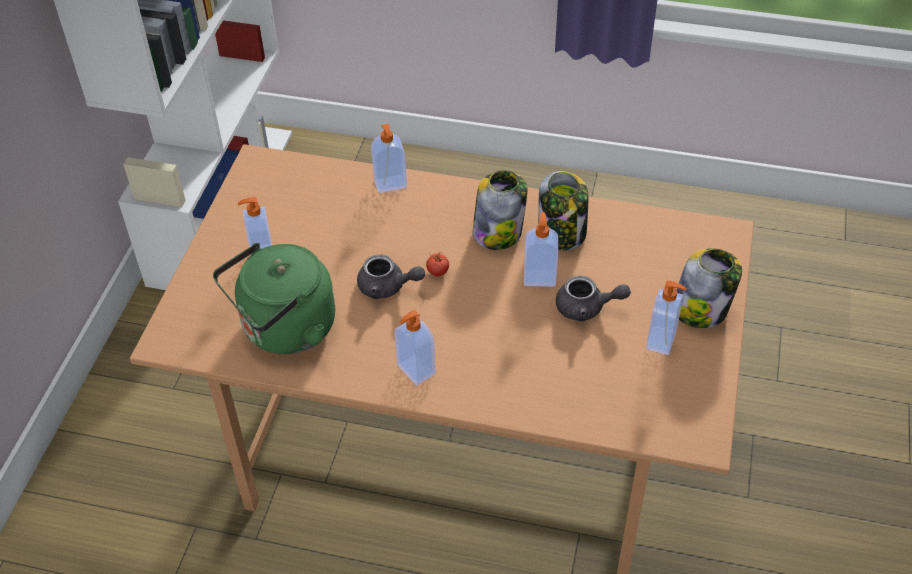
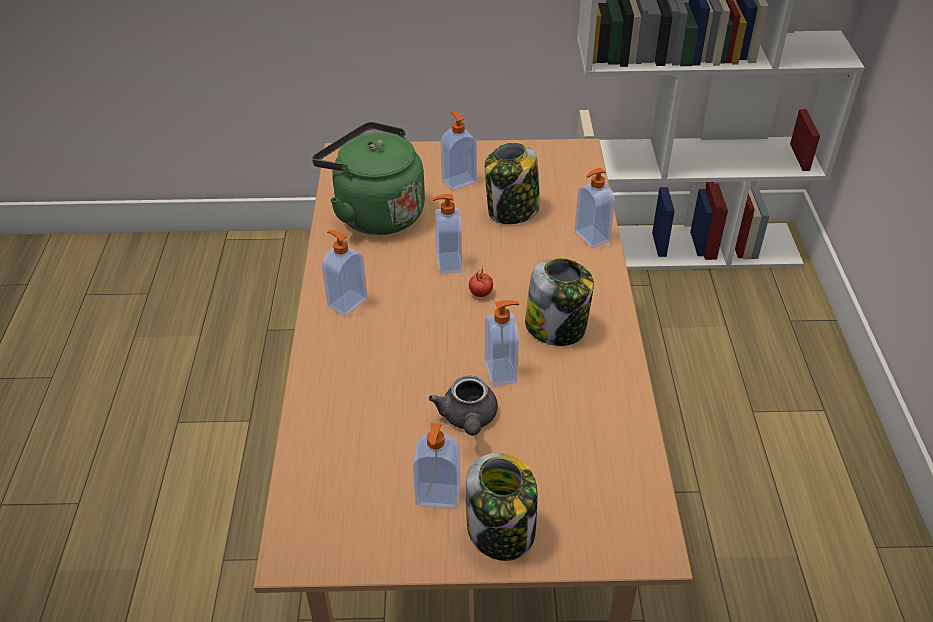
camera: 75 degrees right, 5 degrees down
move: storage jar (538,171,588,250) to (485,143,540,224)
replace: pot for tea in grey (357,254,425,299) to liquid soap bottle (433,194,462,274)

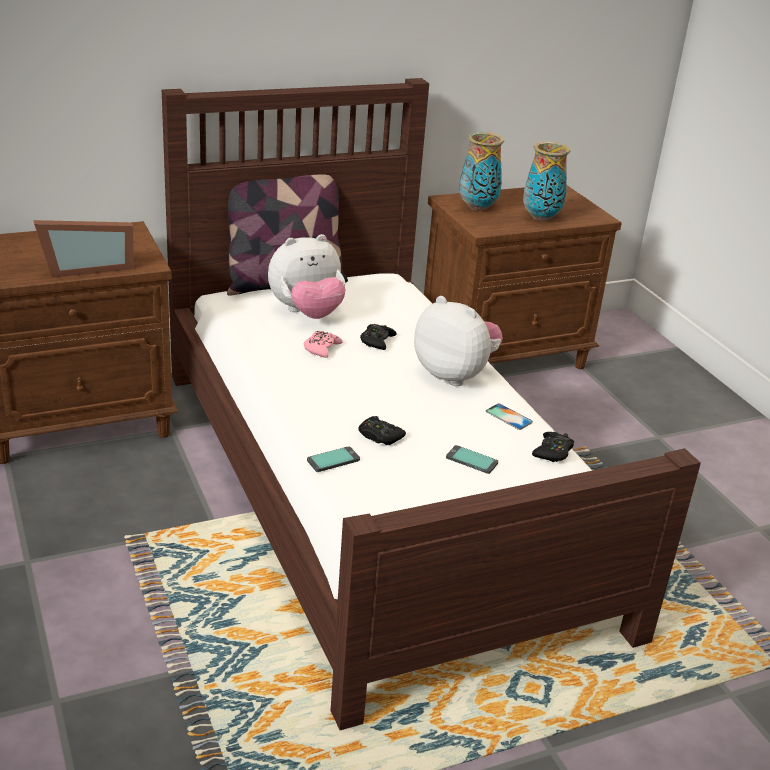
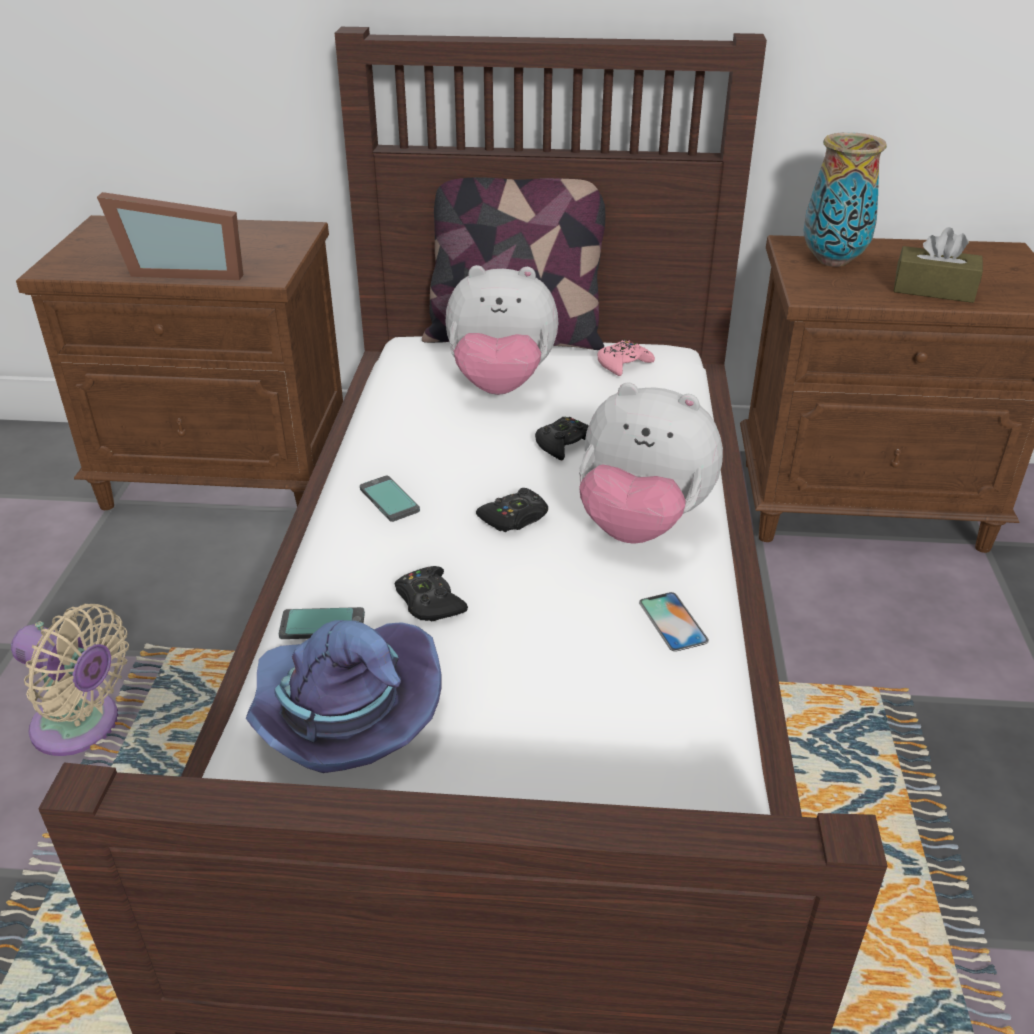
camera: 30 degrees right, 5 degrees up
insert: fan in beige-coloured (11,604,129,756); wearable hat in purple-coloured (246,620,441,773)
move: joypad in pink-coloured (304,331,343,358) to (597,340,655,376); handset (446,445,498,474) to (360,476,420,522); joypad in black (532,432,574,462) to (476,488,548,532)
replace: decorative vase (523,141,570,221) to tissue box in brown (894,227,983,303)
rotate: soft toy (414,296,503,386) = (579,382,723,544) 135 degrees clockwise

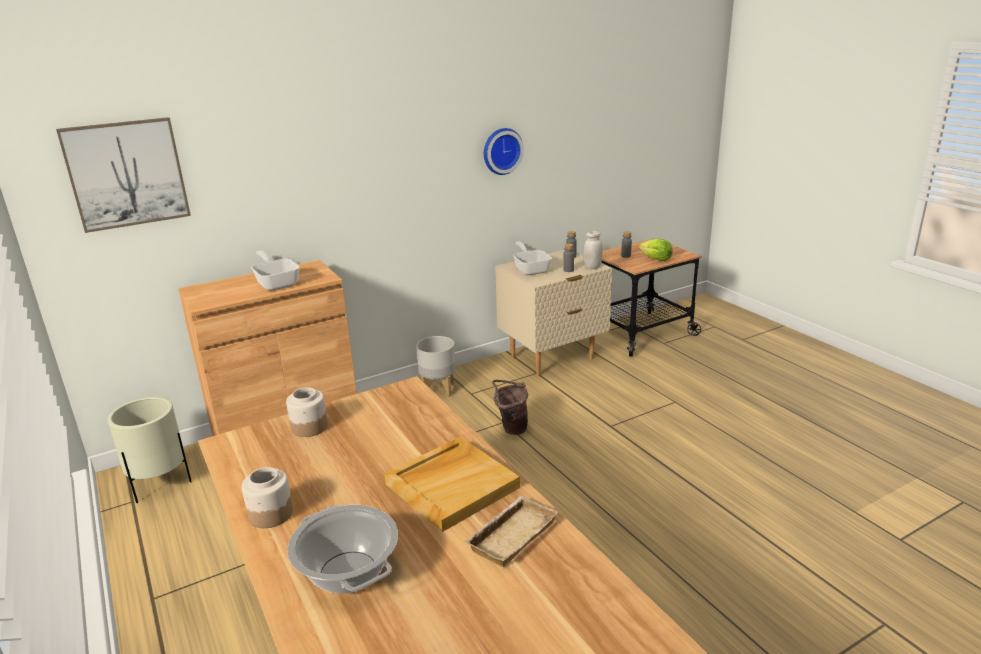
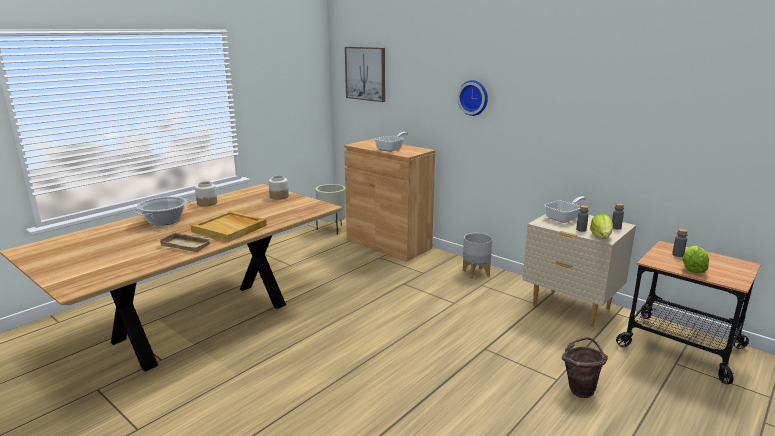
camera: 70 degrees right, 5 degrees down
move: wall clock (484,128,524,175) to (457,80,488,116); bucket in brown (492,380,528,435) to (562,337,608,398)
replace: storage jar in white-coloured (583,231,603,270) to lettuce head (590,214,613,239)

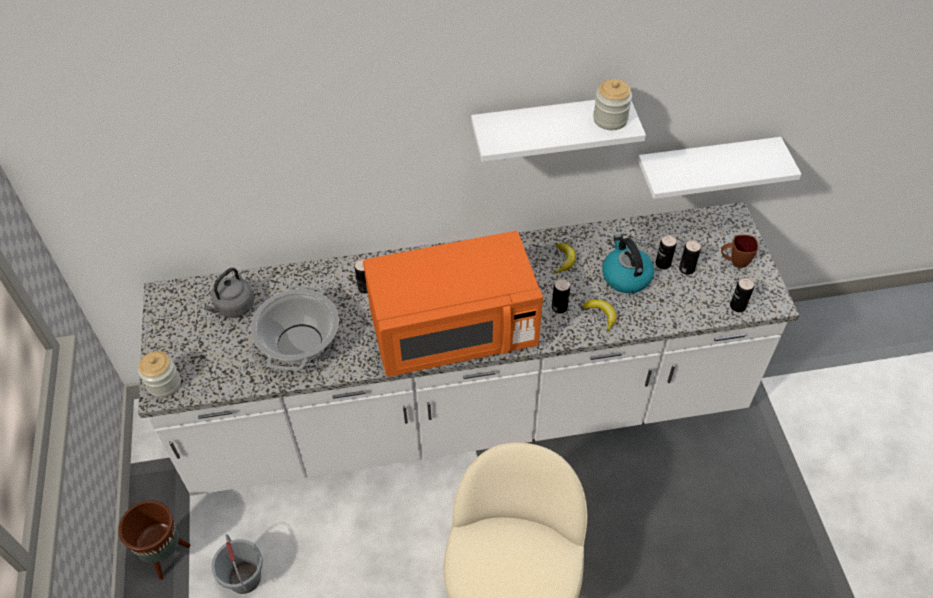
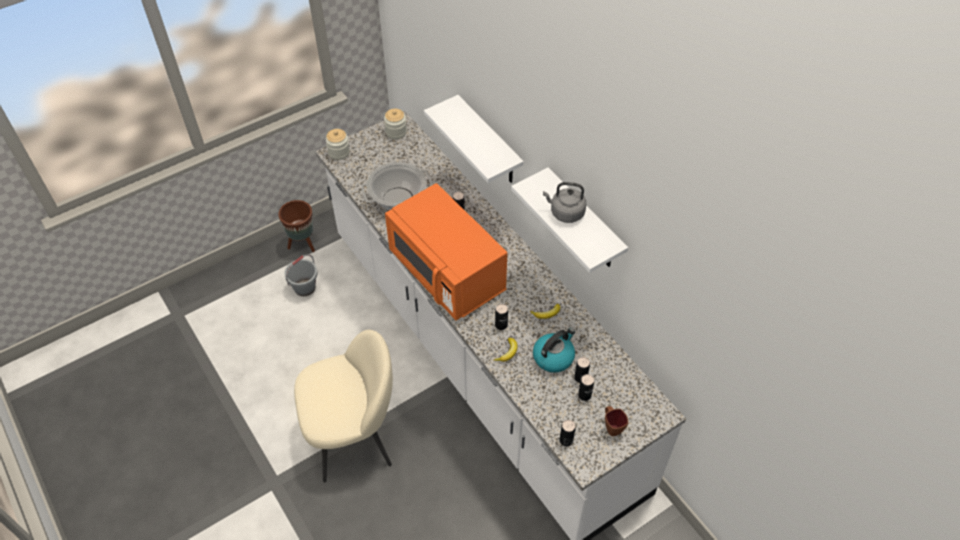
camera: 65 degrees right, 0 degrees up
move: tea kettle in grey (204,268,254,318) to (543,182,586,223); storage jar (593,79,632,130) to (384,109,407,139); shelf in white-coloured (638,137,802,199) to (424,95,524,183)

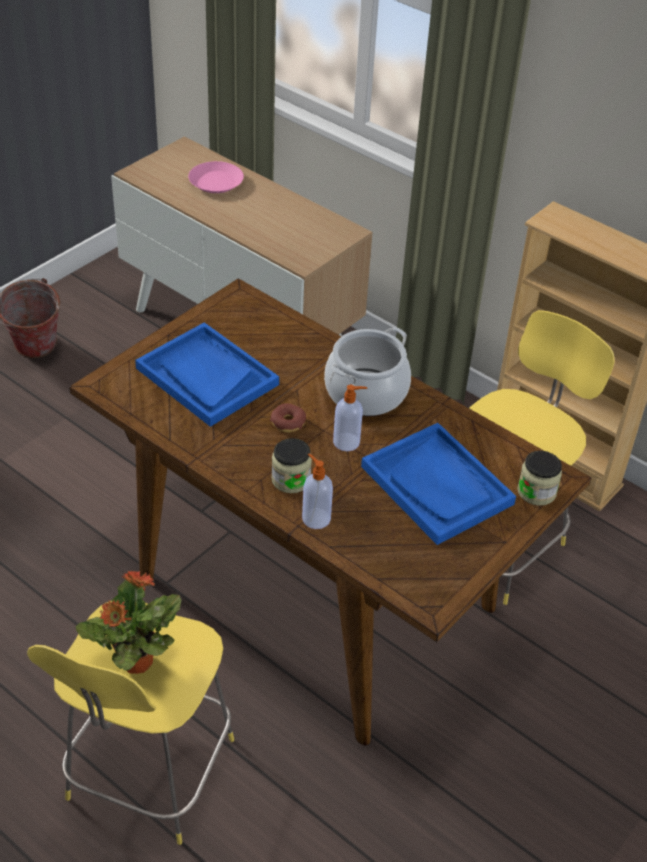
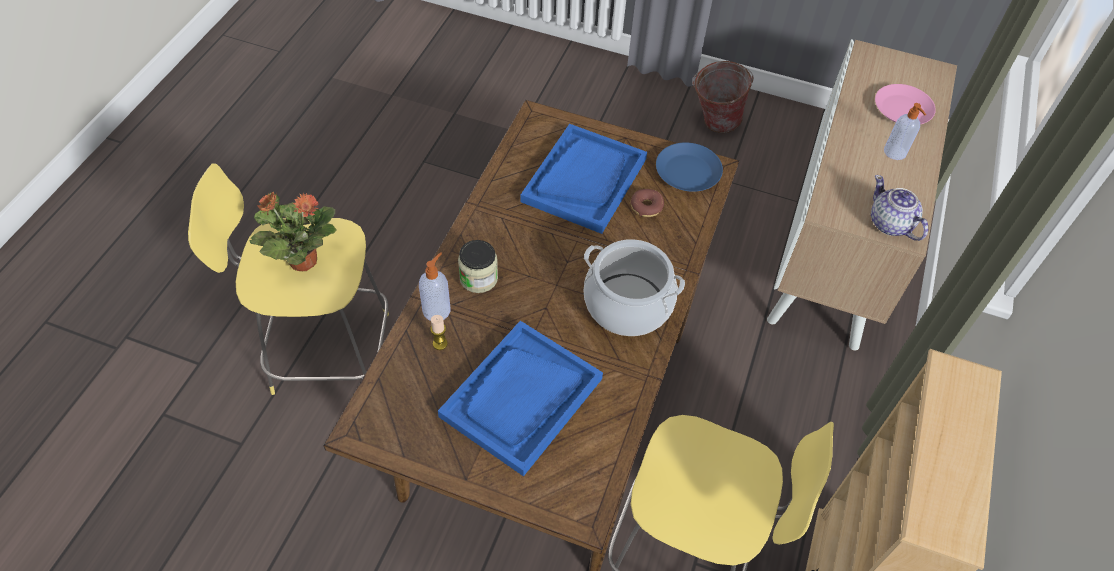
camera: 70 degrees right, 10 degrees up
delete: storage jar (517,451,562,506)
insert: wax light (430,315,448,350); flat dish in blue-coloured (656,142,723,192); pot for tea (871,175,928,241)
move: ring doughnut (270,403,306,433) to (630,189,664,217); liquid soap bottle (333,384,367,451) to (884,103,926,160)

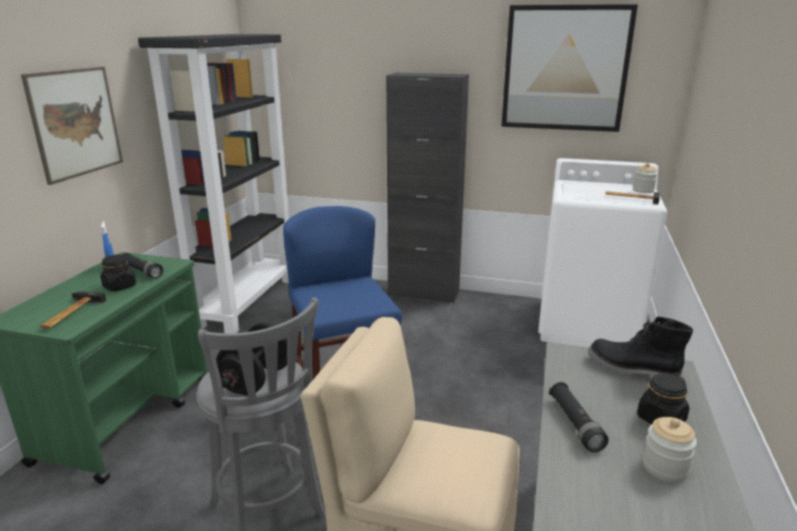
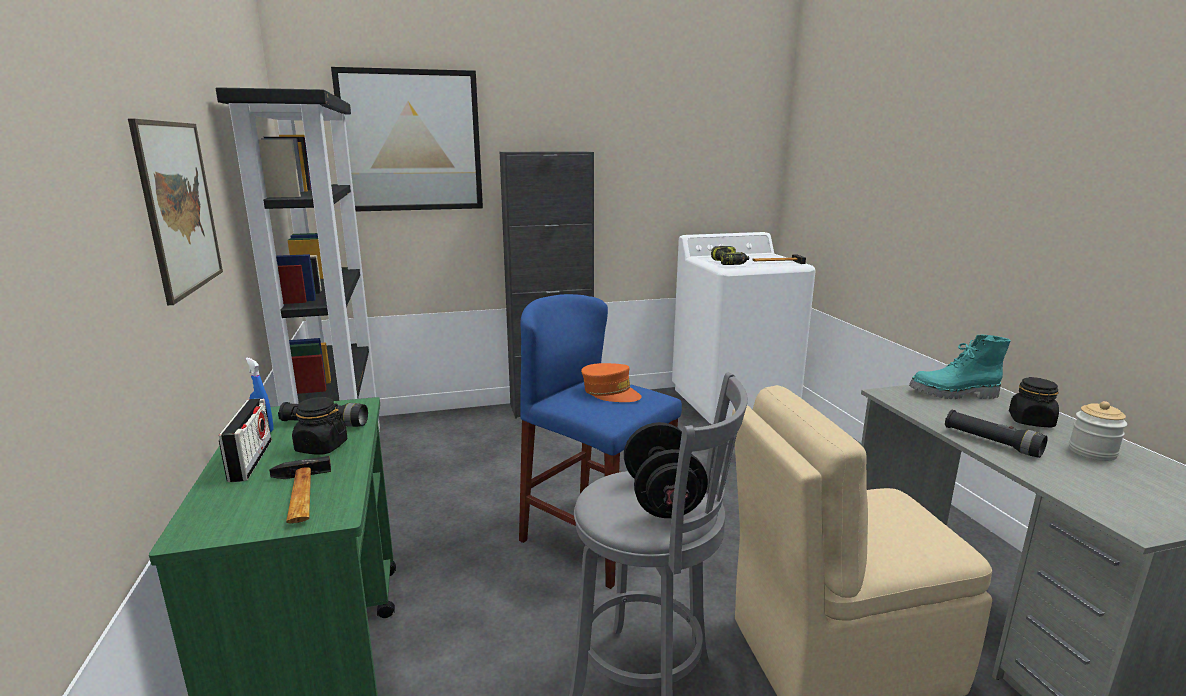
camera: 30 degrees left, 5 degrees down
delete: storage jar (633,163,658,193)
insert: radio (219,398,272,482); peaked cap in orange-coloured (581,363,642,402); electric drill (711,246,749,265)
move: picture (501,4,638,132) to (331,67,483,211)
recolor: high-top boot in black (588,317,693,379) to high-top boot in blue-green (909,335,1011,399)

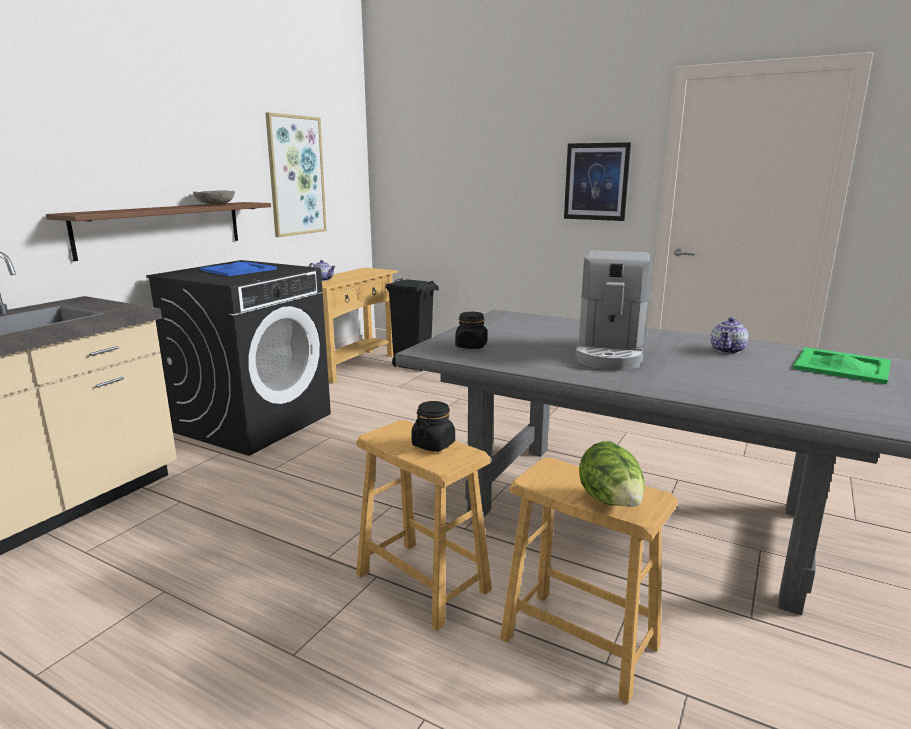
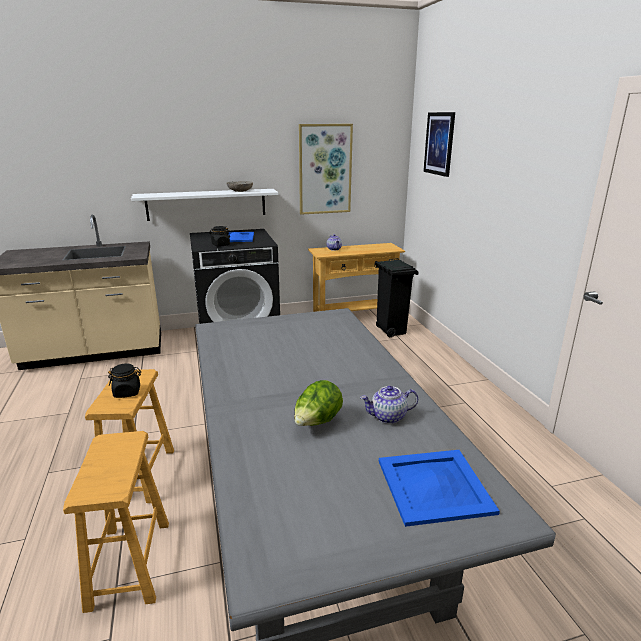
camera: 45 degrees right, 5 degrees up
delete: coffee maker (575,250,651,370)
move: storage jar in black (455,312,487,349) to (210,226,230,246); picture (564,142,631,221) to (423,112,455,177); lettuce head (579,441,645,507) to (294,380,343,426)
recolor: shelf in brown (46,202,271,261) to shelf in white-coloured (131,189,279,221); carrying tray in greenish (793,347,891,384) to carrying tray in blue-coloured (379,450,500,527)

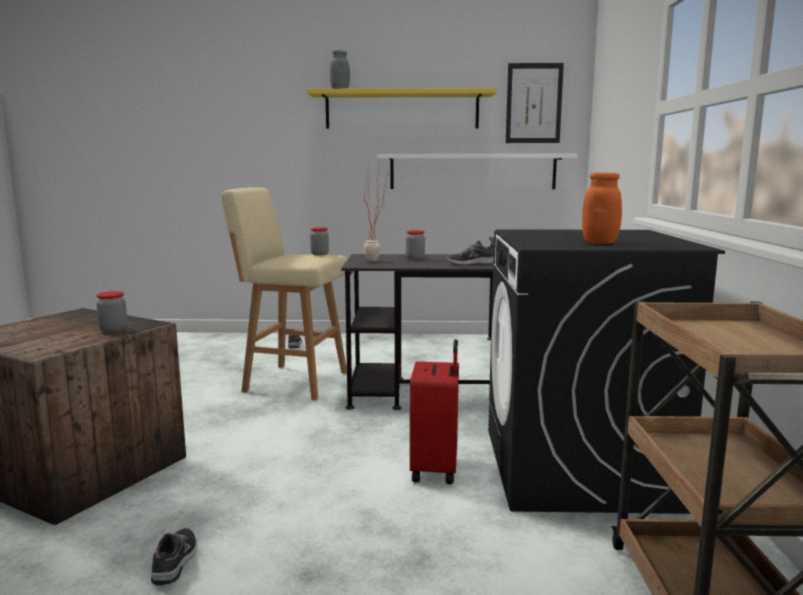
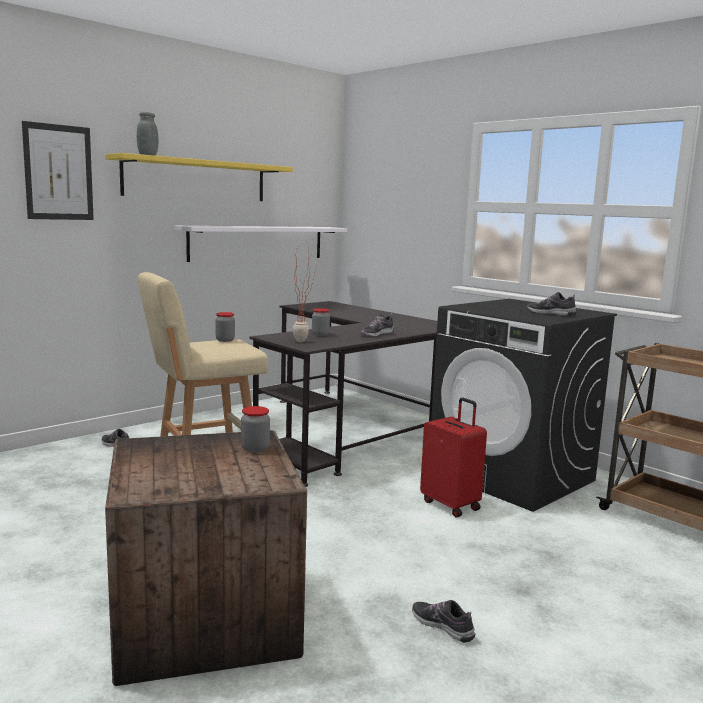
camera: 45 degrees left, 0 degrees up
move: picture (506,63,564,143) to (22,121,94,220)
replace: storage jar in orange-coloured (582,172,622,244) to item of footwear (527,292,577,316)

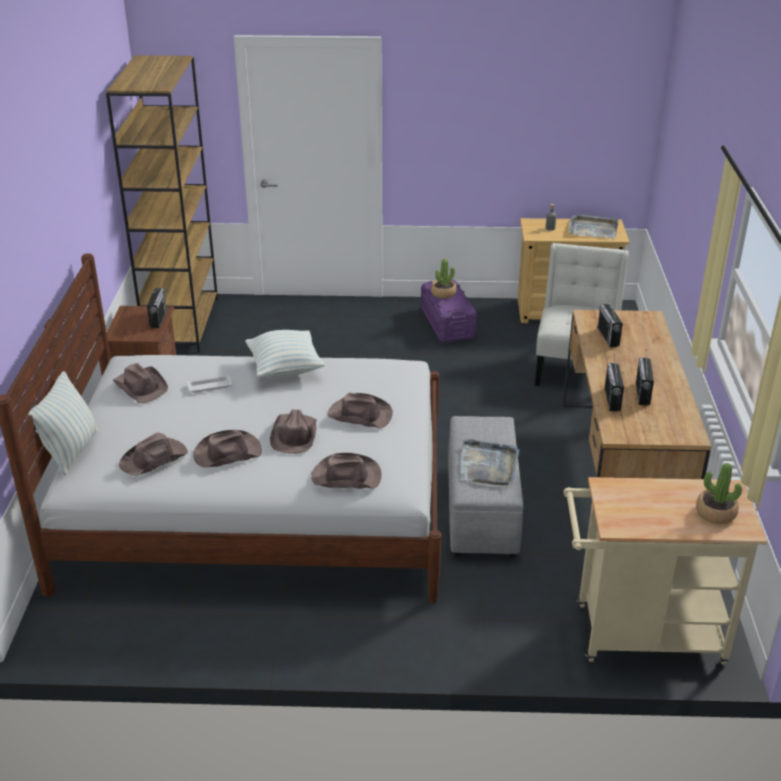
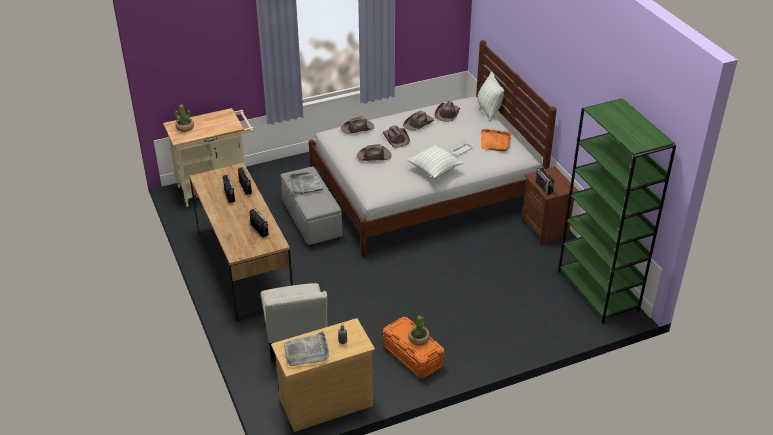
camera: 155 degrees right, 5 degrees up
replace: wearable hat in brown (113,363,168,403) to carrying tray in orange-coloured (481,129,512,151)
recolor: bookshelf in brown (106,55,218,353) to bookshelf in greenish (558,99,676,324); storage bin in purple-coloured (421,279,477,342) to storage bin in orange-coloured (383,317,444,379)

